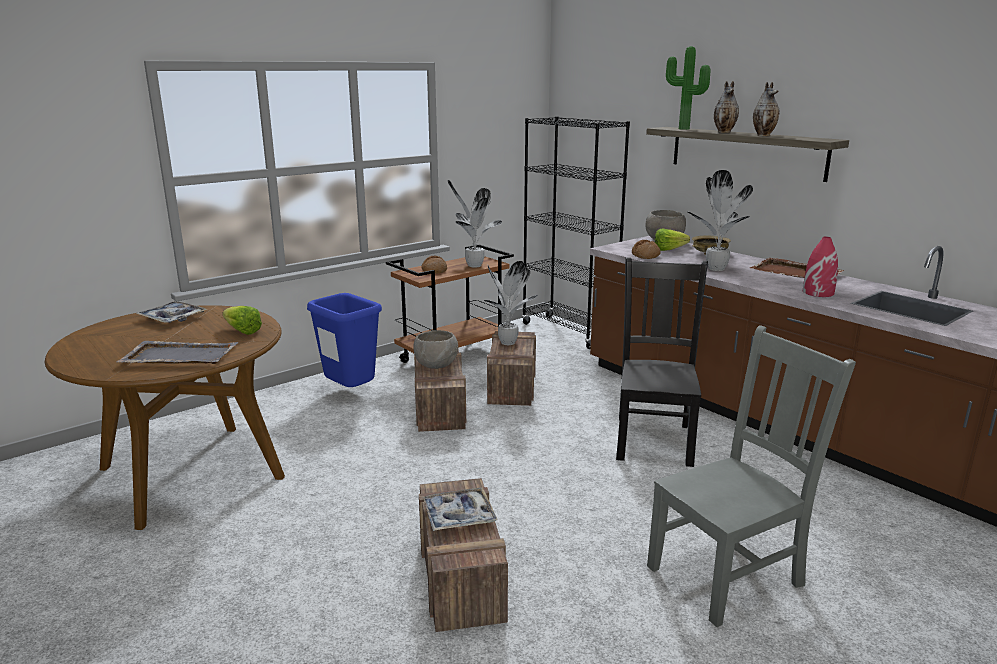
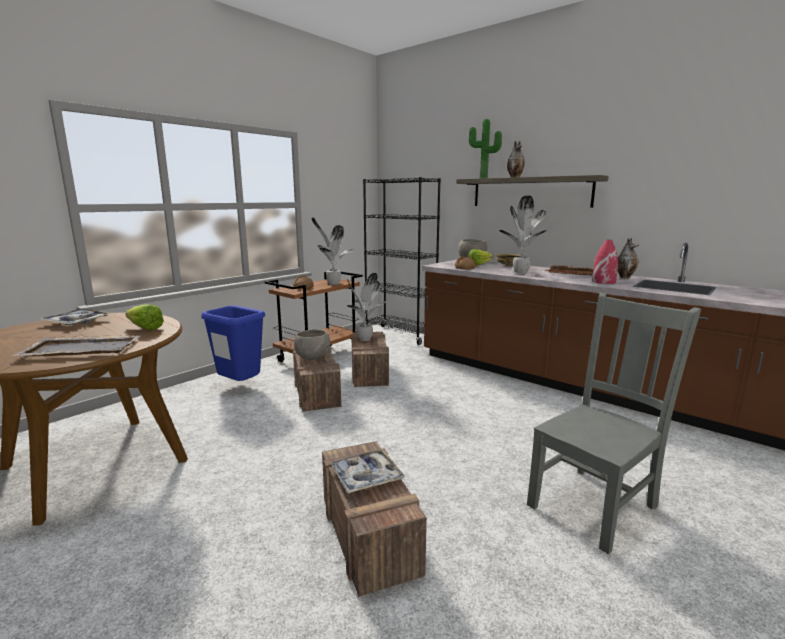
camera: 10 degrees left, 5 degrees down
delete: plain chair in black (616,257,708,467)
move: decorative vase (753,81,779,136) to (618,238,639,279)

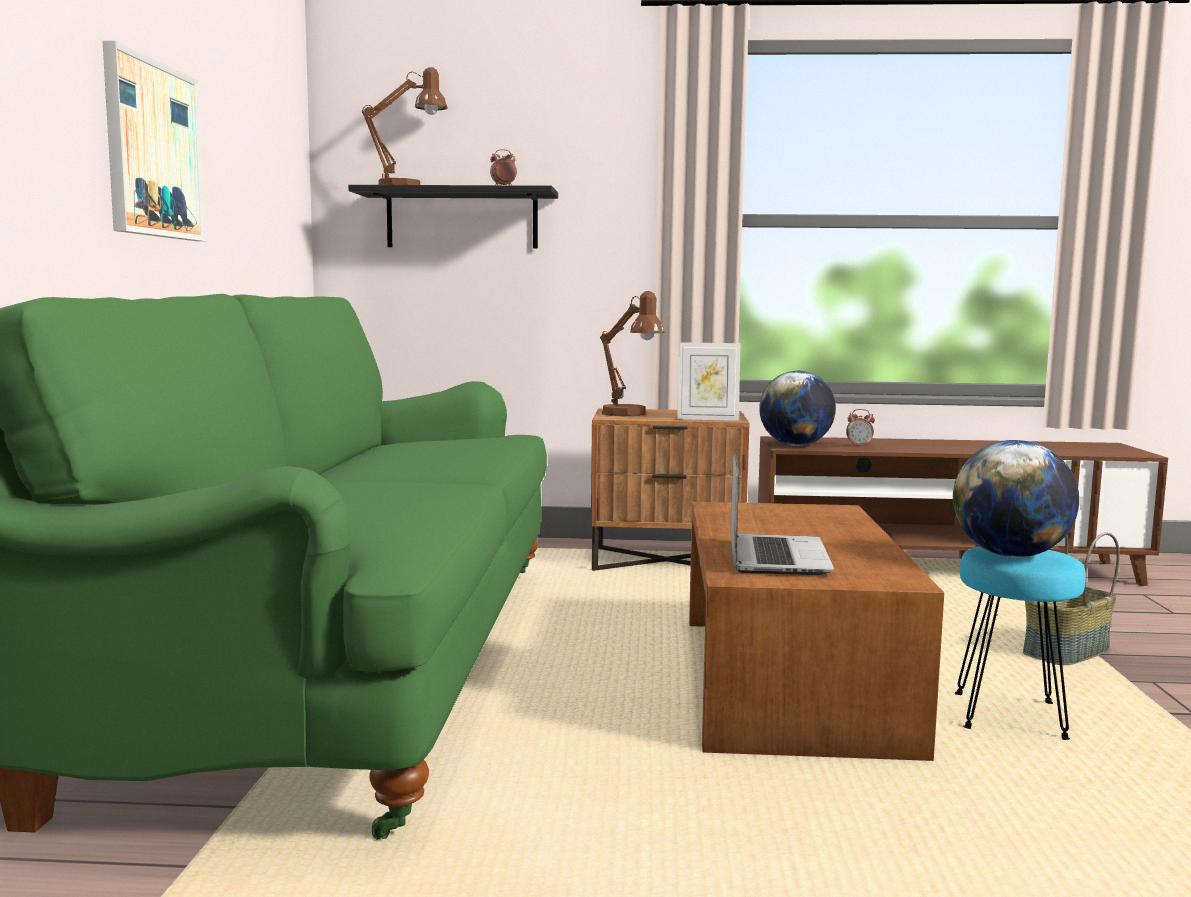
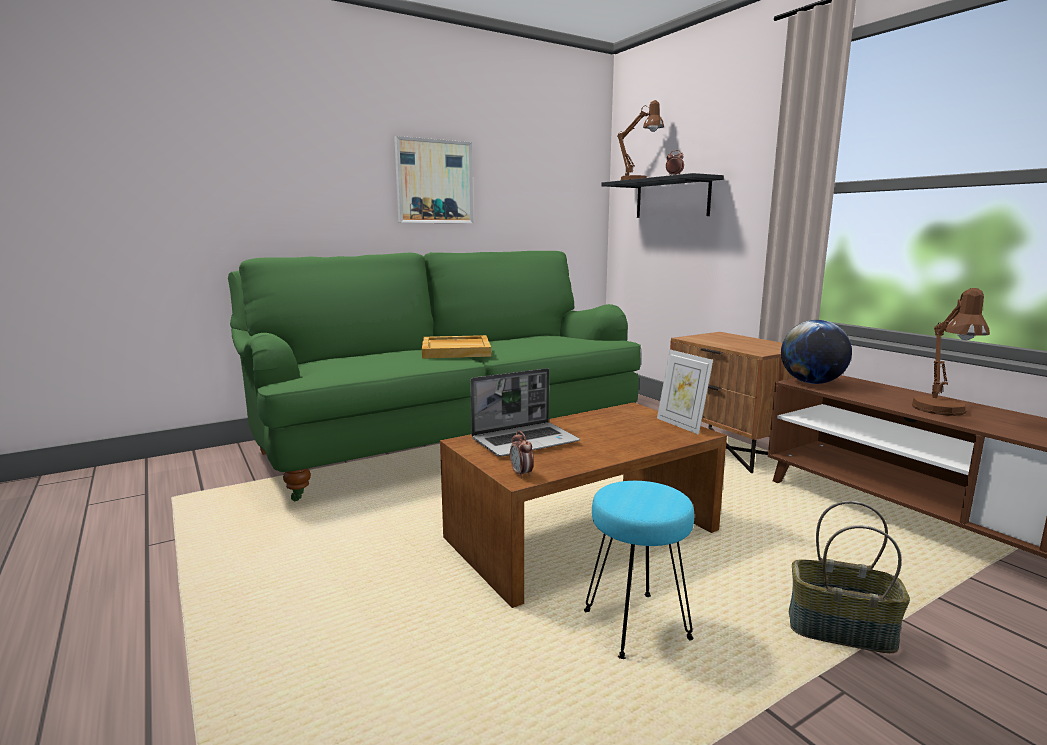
camera: 55 degrees right, 5 degrees up
delete: globe (953,440,1079,557)
insert: carrying tray in beige-coloured (422,335,491,359)
move: lamp for a table in brown (600,291,665,416) to (912,288,990,416); photo frame (677,342,741,421) to (657,349,713,435); bedside clock (846,409,875,447) to (510,431,534,479)

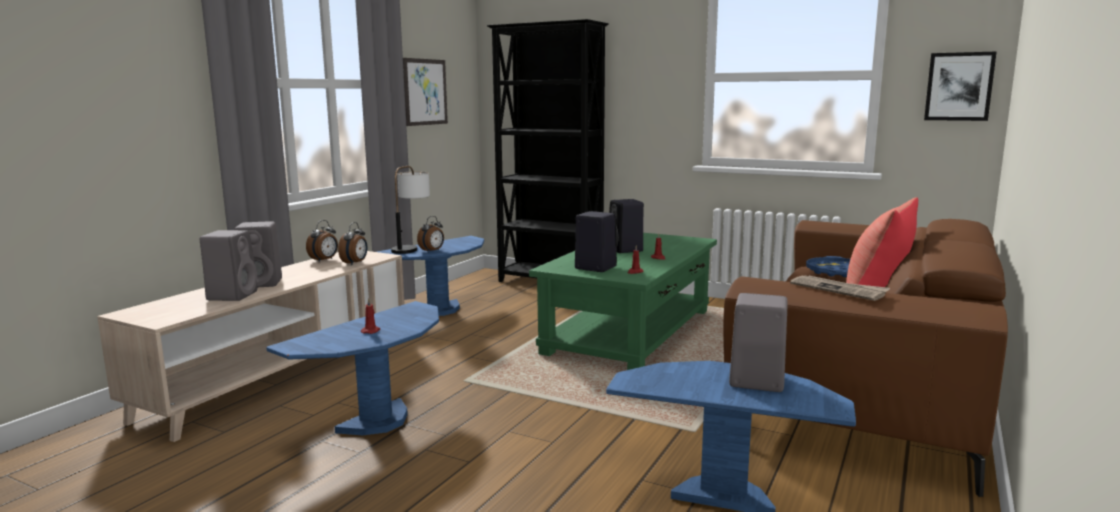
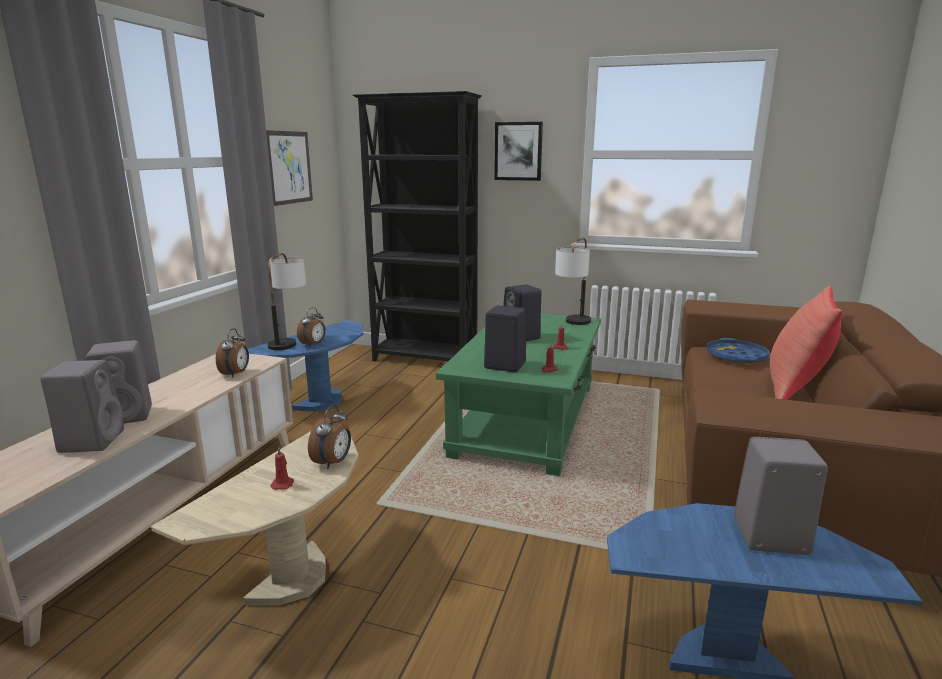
camera: 10 degrees left, 5 degrees up
delete: newspaper (790,275,890,301)
insert: lamp for a table (555,238,591,325)
move: bedside clock (306,220,338,262) to (308,405,351,469); picture (924,51,997,121) to (494,122,543,181)
recolor: end table in blue-coloured (266,301,439,435) to end table in beige-coloured (151,431,358,606)

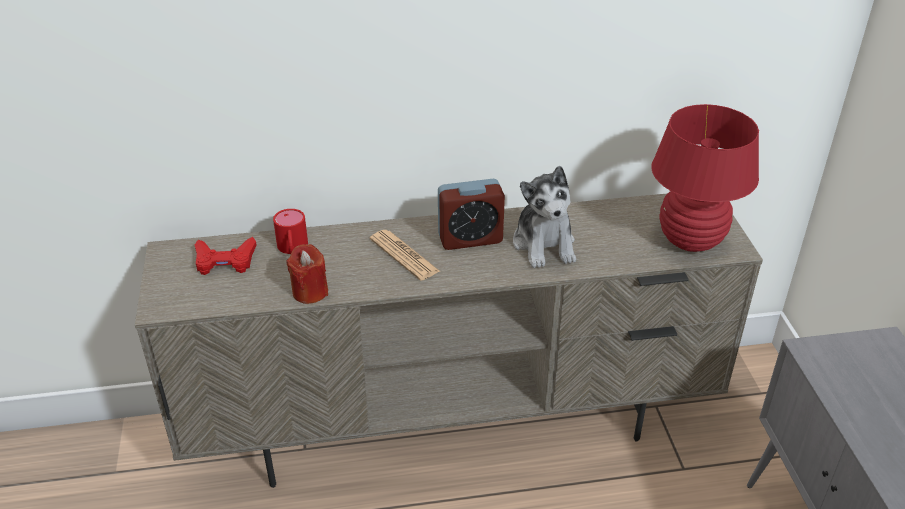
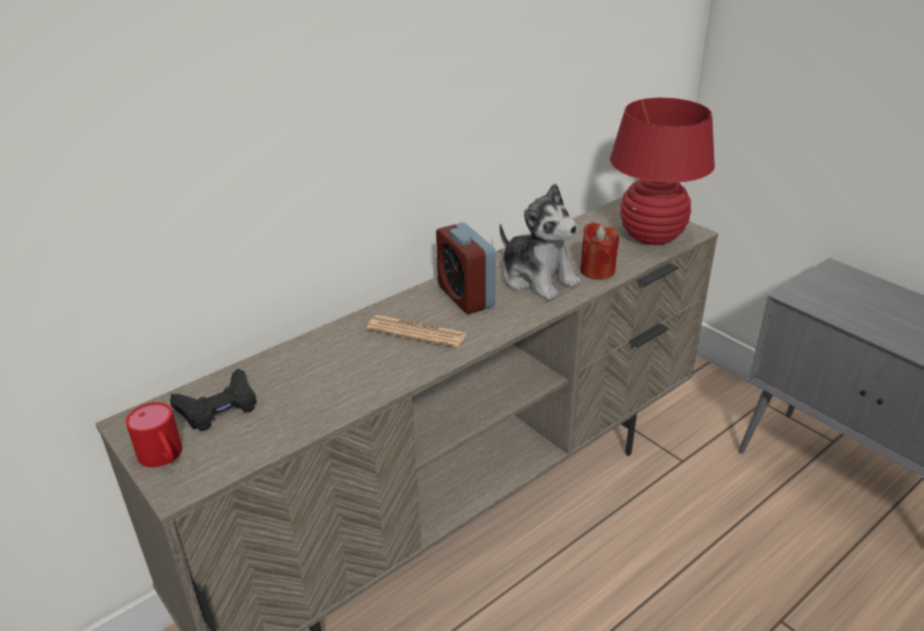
camera: 30 degrees left, 5 degrees down
move: coffee mug in red-coloured (273,209,308,254) to (126,402,182,467); wax light in red-coloured (286,244,328,304) to (580,222,619,280)
recolor: joypad in red-coloured (195,237,257,275) to joypad in black (170,368,257,431)
rotate: bedside clock (438,179,505,250) = (436,223,496,314) 105 degrees clockwise

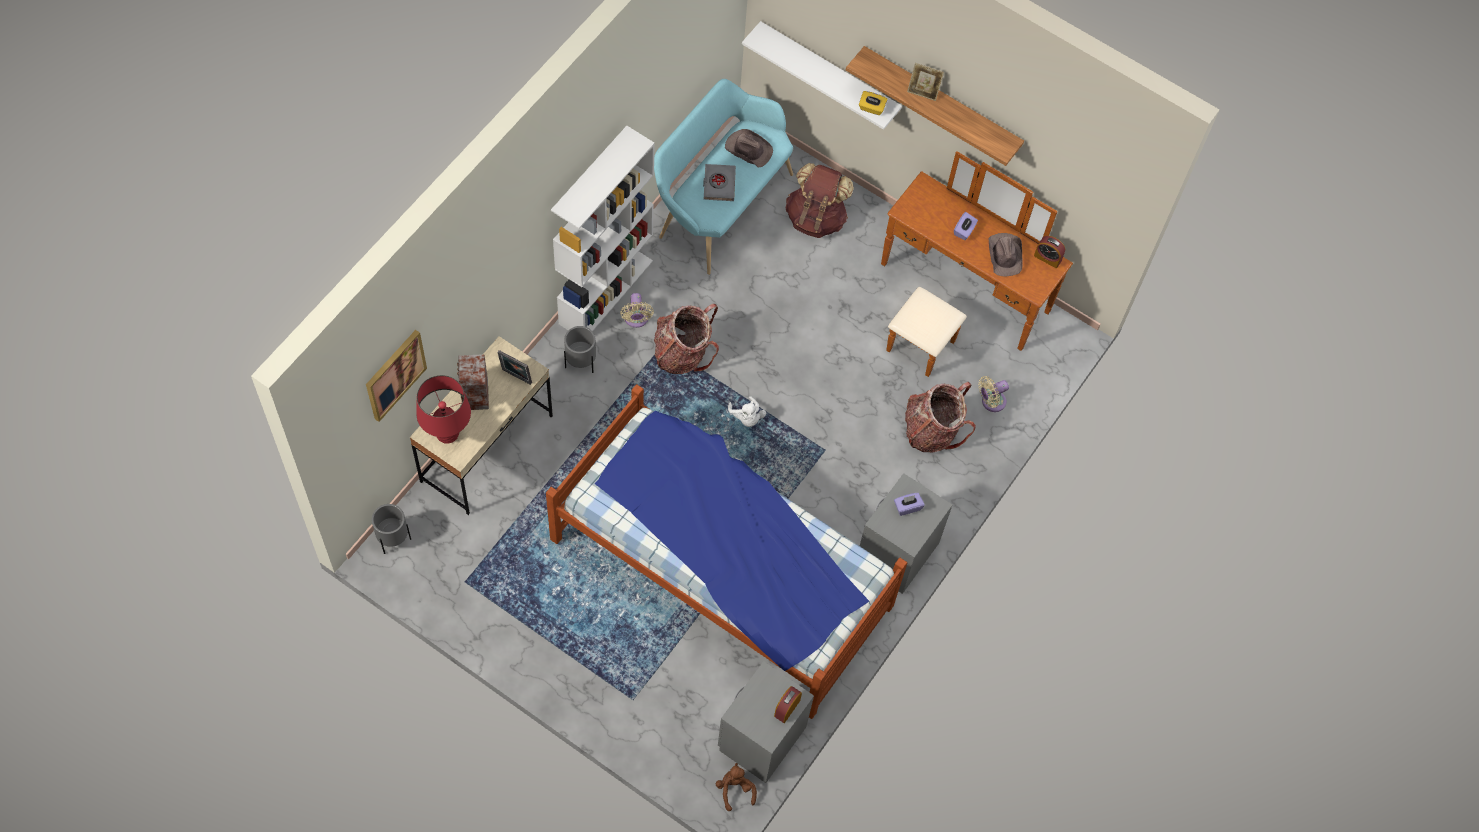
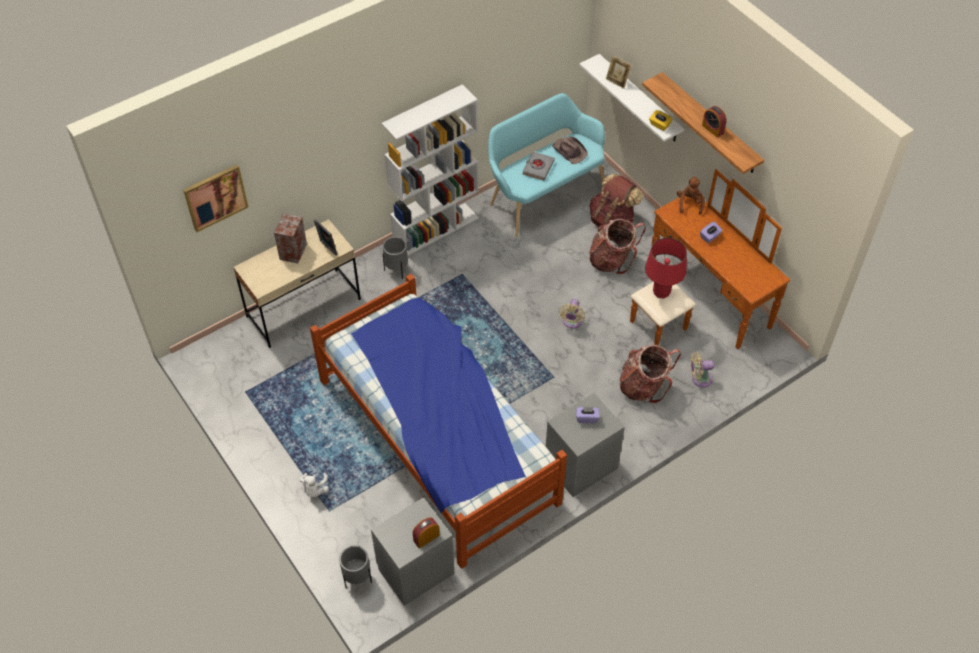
camera: 25 degrees right, 10 degrees down
delete: wearable hat in brown (988,233,1023,276)
move: plant pot in grey (372,504,411,554) to (339,545,372,589); lamp for a table in red-coloured (416,375,471,444) to (645,238,687,299); fan in beige-coloured (620,293,654,328) to (559,299,585,329); rucksack (654,304,719,374) to (589,219,646,274); soft toy in brown (716,763,757,811) to (677,177,705,215); soft toy in white-coloured (728,396,766,427) to (300,473,329,497); photo frame (907,63,944,101) to (606,56,632,89); bedside clock (1034,236,1065,268) to (702,106,727,138)

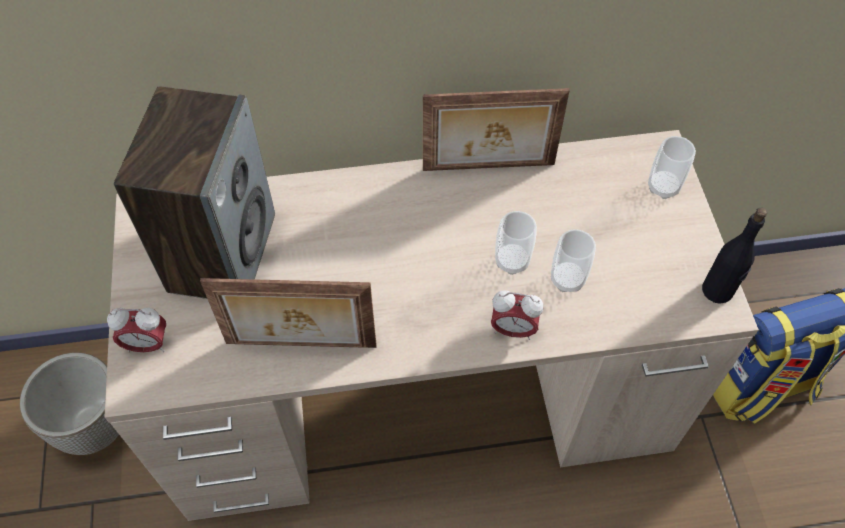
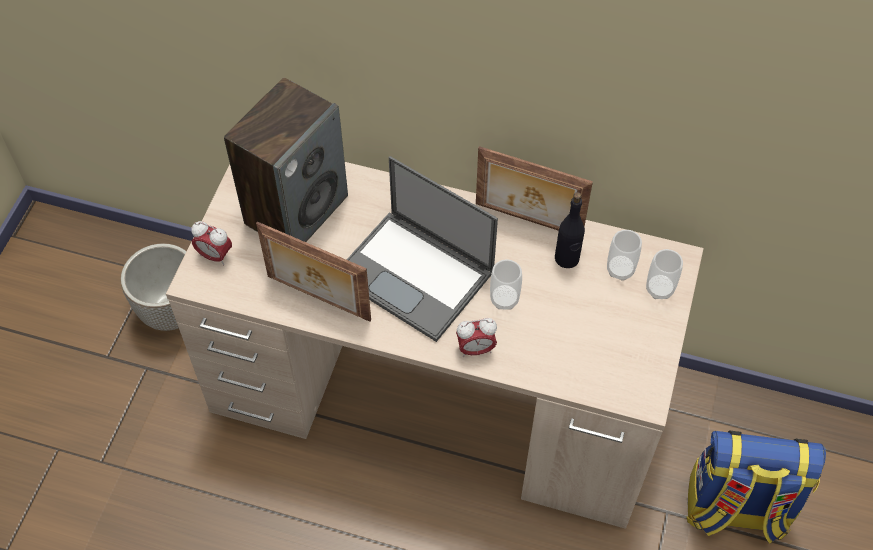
camera: 25 degrees right, 0 degrees up
insert: laptop (347,156,498,342)
move: cup (551,229,596,292) to (607,230,642,281); beverage bottle in black (702,208,767,304) to (555,192,585,268)
rotate: bedside clock (491,290,543,340) = (456,318,497,357) 45 degrees counterclockwise

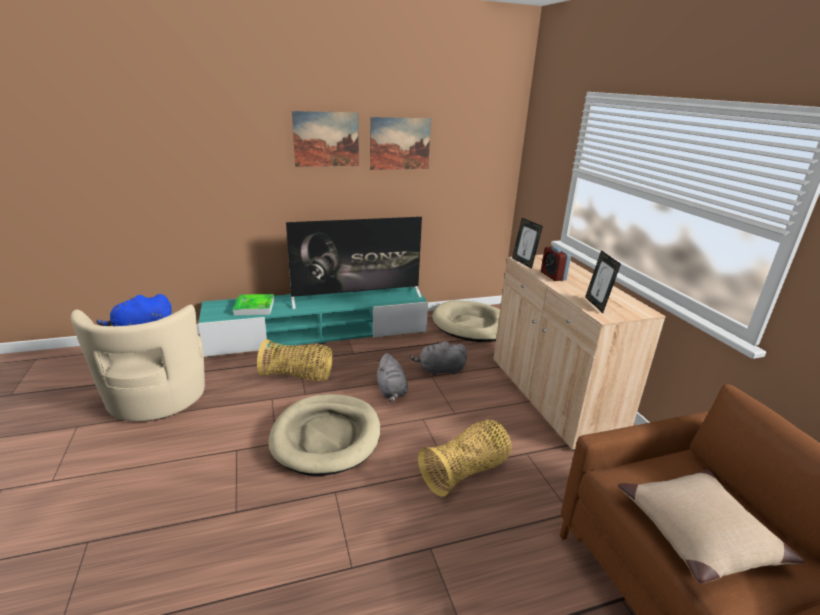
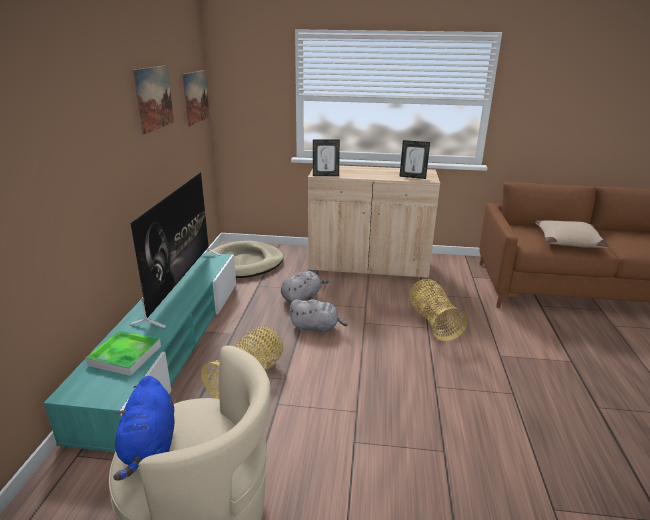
camera: 65 degrees left, 0 degrees up
delete: pet bed in beige-coloured (268,394,380,476); bedside clock (541,246,571,281)
move: picture (292,111,359,167) to (182,70,210,127)
rotate: soft toy in grey (409,341,467,376) = (281,271,329,303) 150 degrees counterclockwise

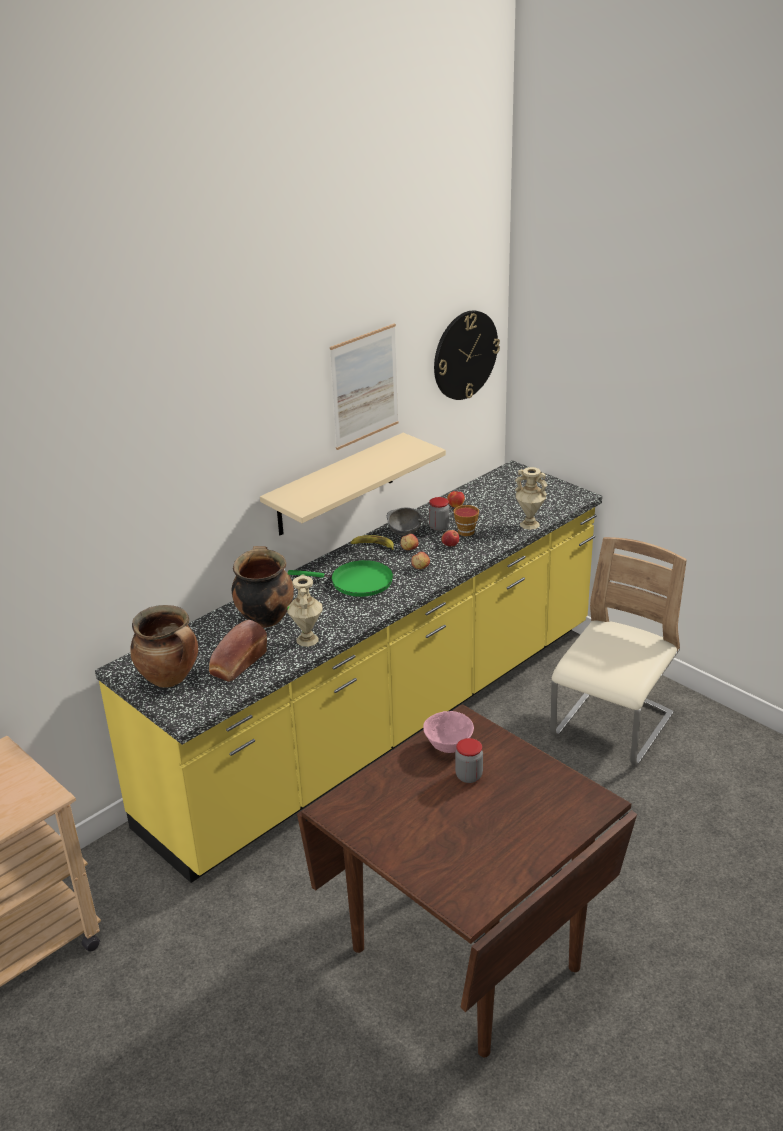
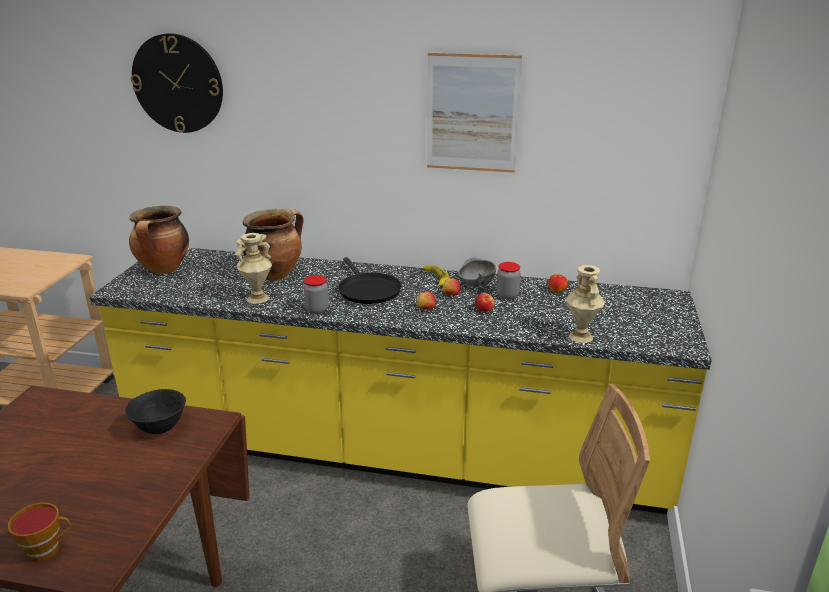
camera: 55 degrees right, 5 degrees down
delete: bread (209,620,267,681); shelf in beige-coloured (260,433,446,536)
move: wall clock (434,311,500,400) to (131,33,223,133); cup (454,505,479,536) to (8,503,71,562); storage jar (455,738,483,783) to (303,275,329,314)
recolor: skillet in greenish (288,560,393,597) to skillet in black (338,257,402,304); bowl in pink-coloured (423,711,474,753) to bowl in black (125,389,186,434)

